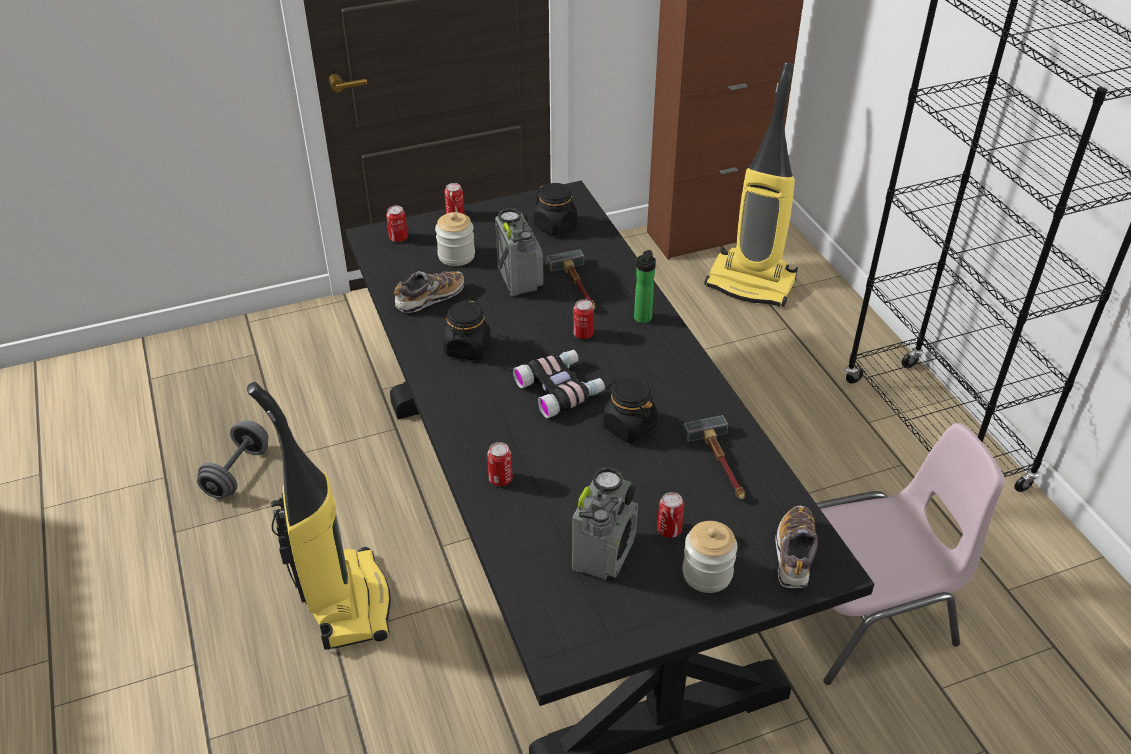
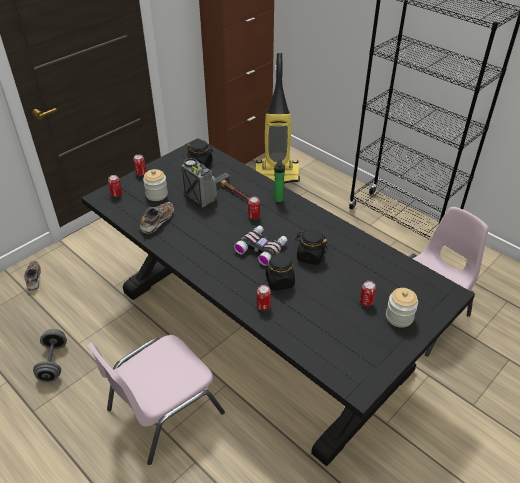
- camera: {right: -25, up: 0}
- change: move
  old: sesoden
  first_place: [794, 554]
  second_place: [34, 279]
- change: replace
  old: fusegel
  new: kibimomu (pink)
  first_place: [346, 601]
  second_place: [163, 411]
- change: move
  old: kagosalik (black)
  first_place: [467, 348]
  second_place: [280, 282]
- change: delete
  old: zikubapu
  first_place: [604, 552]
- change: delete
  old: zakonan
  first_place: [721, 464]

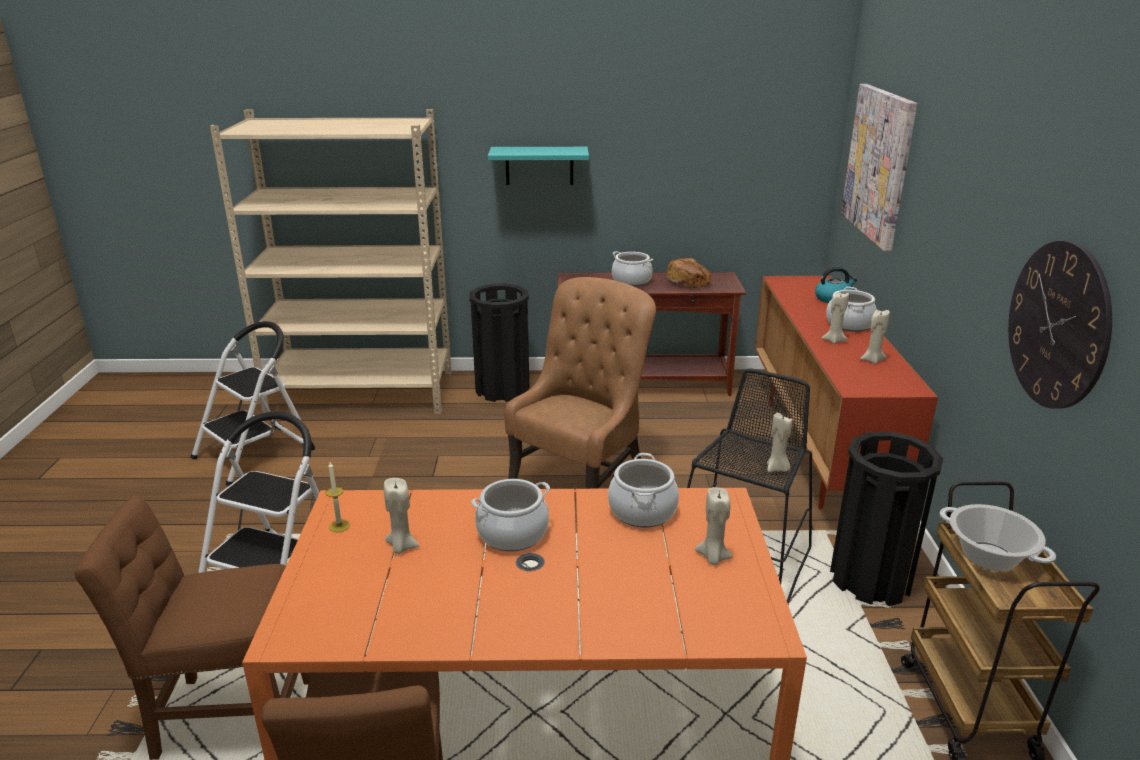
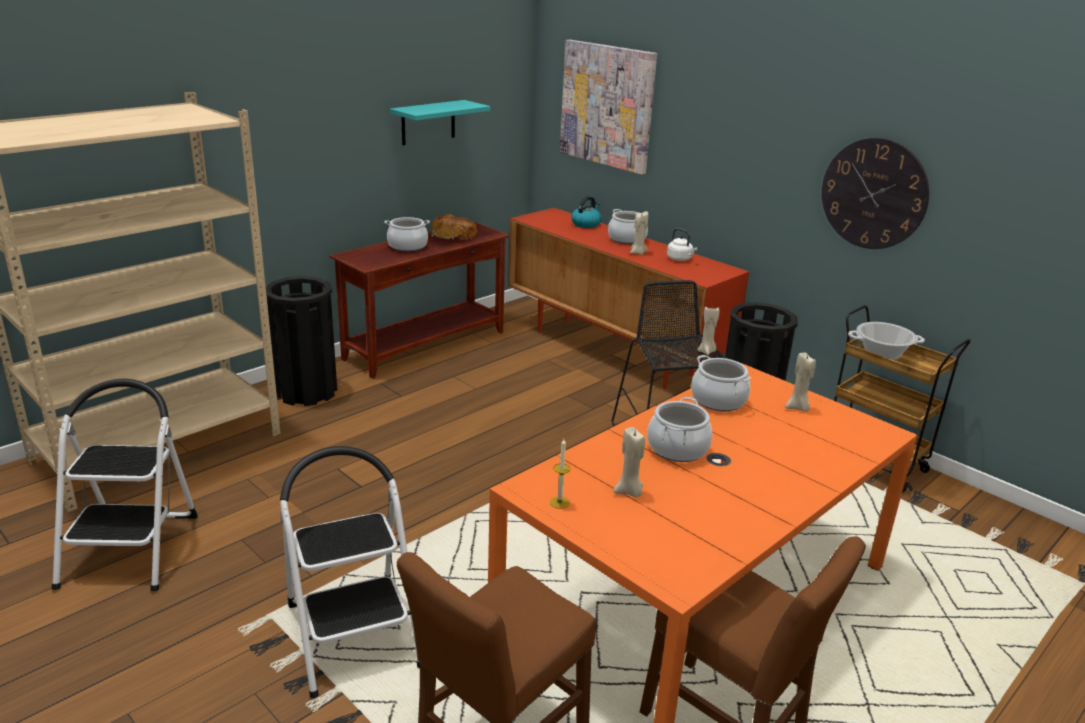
- camera: {right: -45, up: 0}
- change: move
  old: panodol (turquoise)
  first_place: [539, 165]
  second_place: [428, 122]
- change: replace
  old: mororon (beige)
  new: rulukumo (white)
  first_place: [872, 360]
  second_place: [680, 259]
- change: delete
  old: kibimomu (brown)
  first_place: [581, 479]

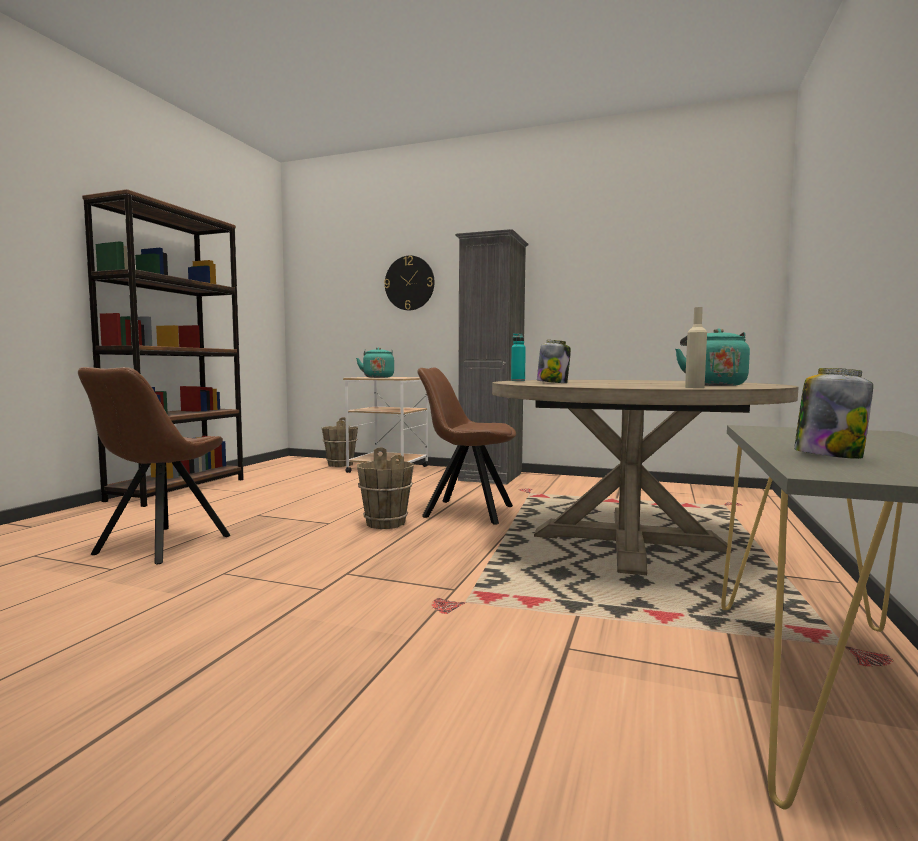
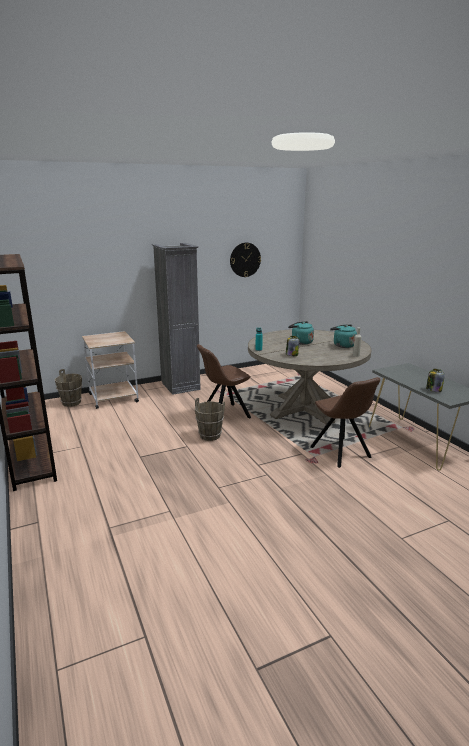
- camera: {right: -45, up: 15}
- change: move
  old: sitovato
  first_place: [409, 283]
  second_place: [245, 259]
- change: move
  old: rulukumo (turquoise)
  first_place: [378, 377]
  second_place: [300, 342]
- change: move
  old: kibimomu (brown)
  first_place: [162, 545]
  second_place: [340, 452]

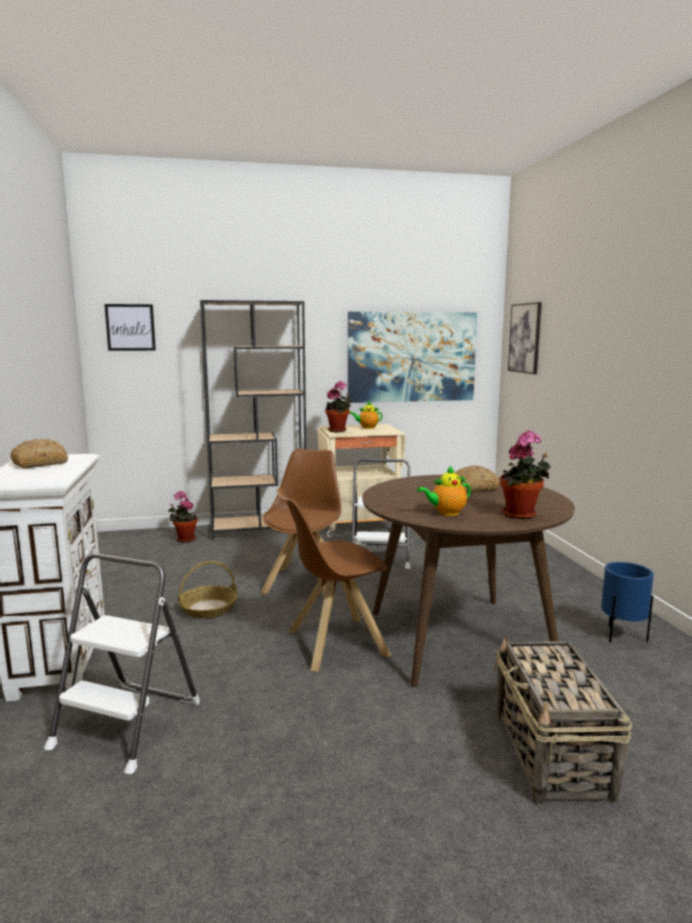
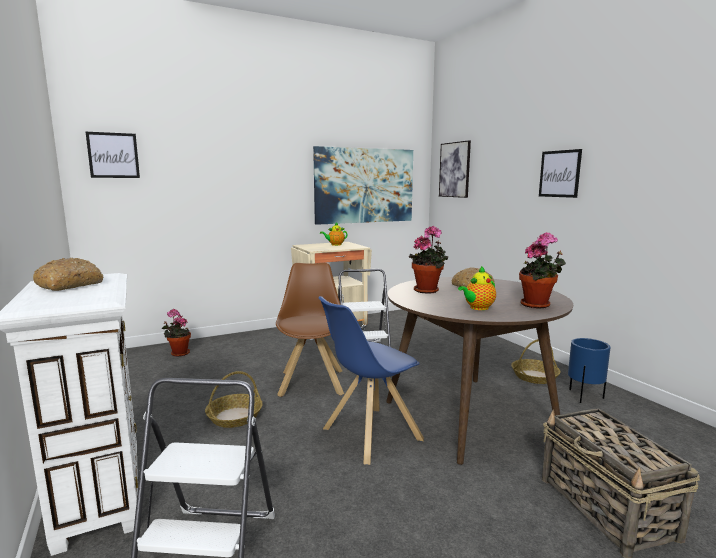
- camera: {right: -15, up: 0}
- change: recolor
  old: kibimomu (brown)
  new: kibimomu (blue)
  first_place: [334, 643]
  second_place: [369, 435]
- change: move
  old: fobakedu
  first_place: [338, 430]
  second_place: [428, 290]
- change: insert
  new: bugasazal
  second_place: [534, 377]
- change: insert
  new: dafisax
  second_place: [559, 174]
- change: delete
  old: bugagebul
  first_place: [259, 529]

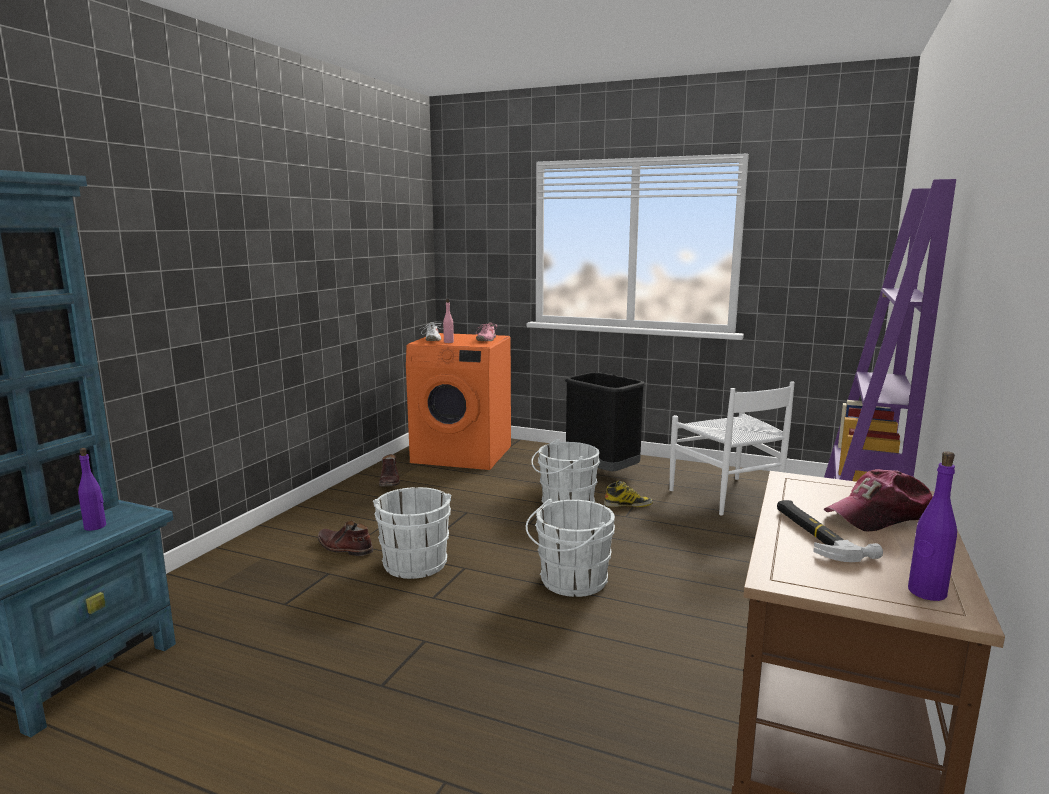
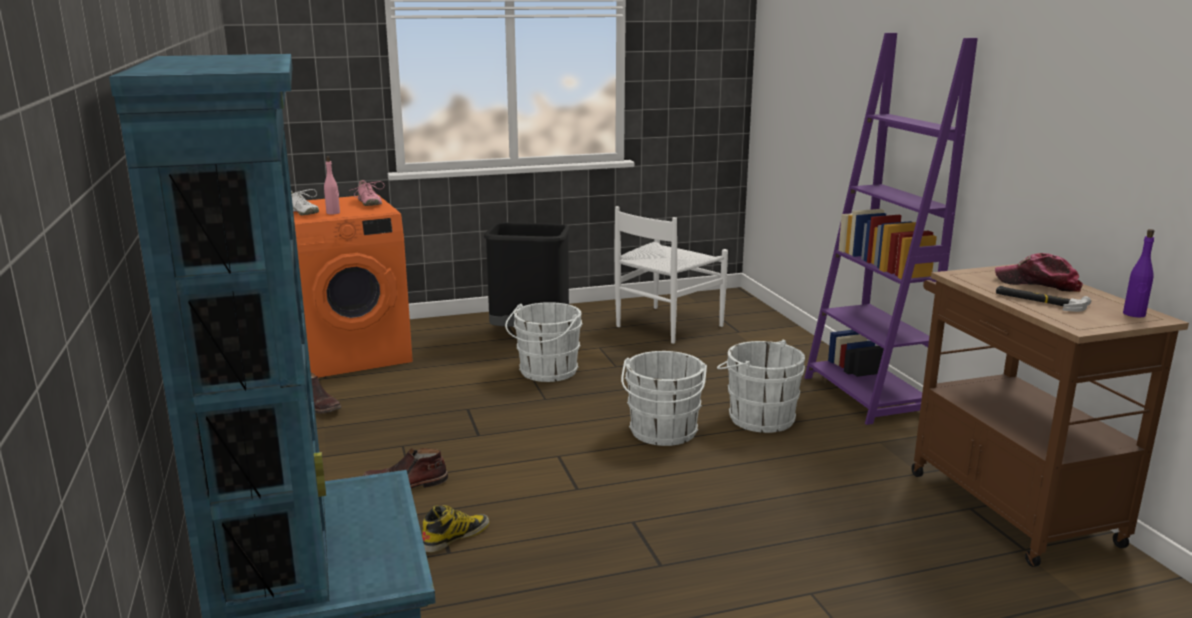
- camera: {right: -40, up: 5}
- change: move
  old: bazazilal
  first_place: [628, 504]
  second_place: [455, 536]
- change: rotate
  old: kibimomu (white)
  first_place: [727, 497]
  second_place: [666, 326]
  degrees: 105
- change: move
  old: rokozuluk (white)
  first_place: [415, 561]
  second_place: [757, 417]
- change: rotate
  old: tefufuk
  first_place: [880, 516]
  second_place: [1038, 283]
  degrees: 90
- change: delete
  old: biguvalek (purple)
  first_place: [95, 526]

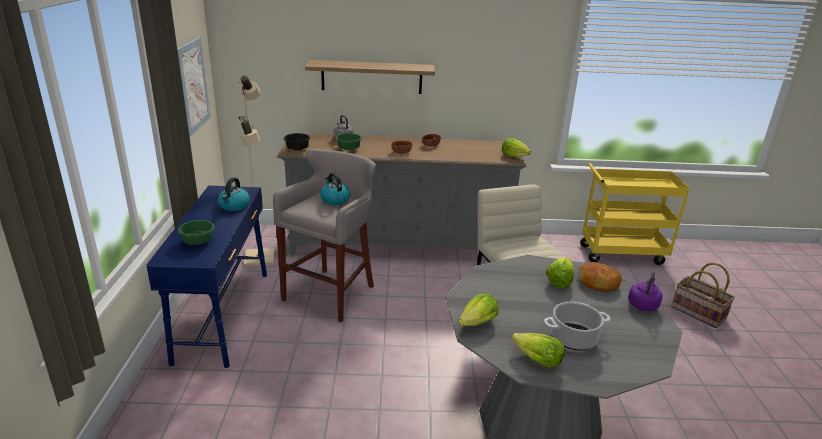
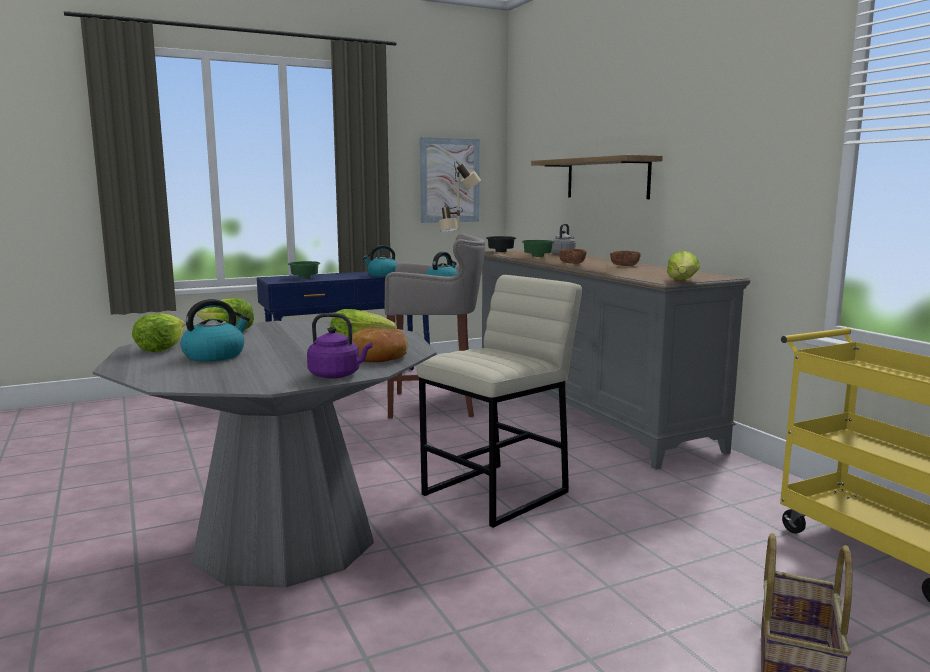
- camera: {right: 65, up: -15}
- change: replace
  old: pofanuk
  new: rulukumo
  first_place: [573, 339]
  second_place: [215, 355]

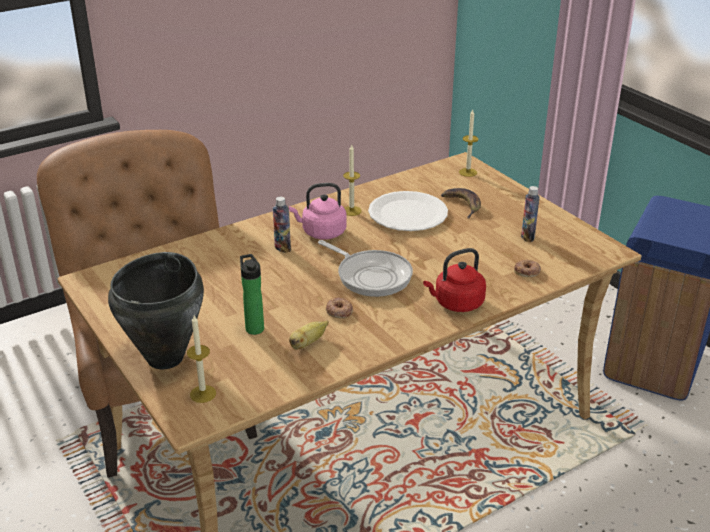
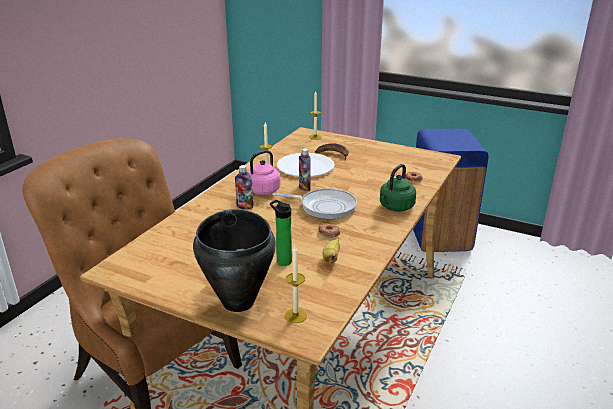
- camera: {right: -30, up: -5}
- change: move
  old: biguvalek
  first_place: [527, 236]
  second_place: [304, 188]
- change: recolor
  old: rulukumo (red)
  new: rulukumo (green)
  first_place: [456, 303]
  second_place: [395, 207]

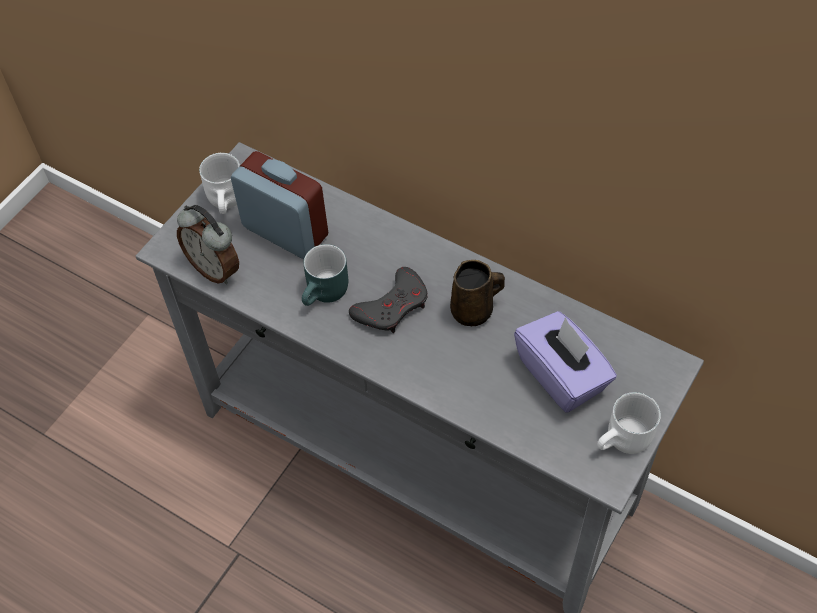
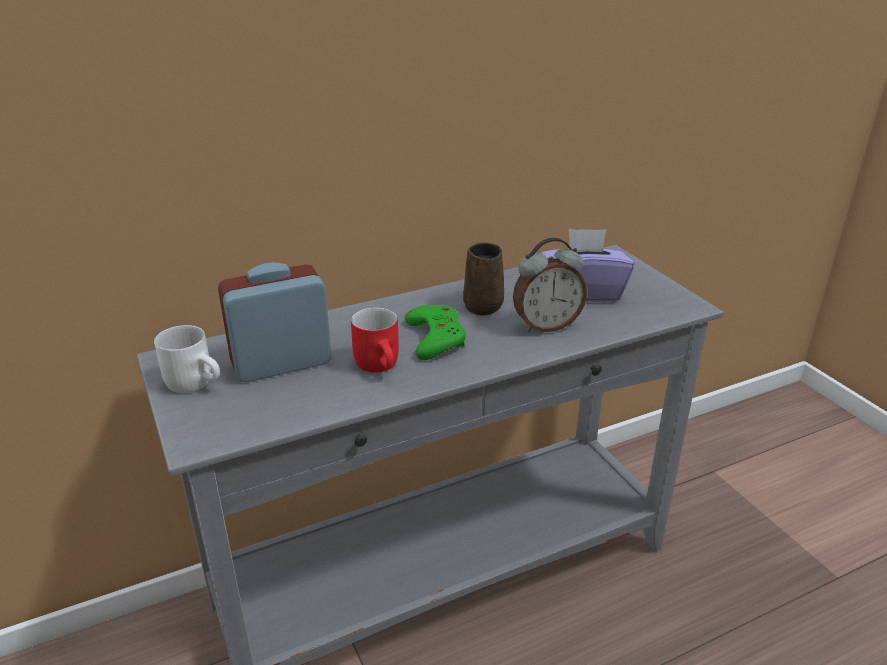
- camera: {right: -60, up: -25}
- change: recolor
  old: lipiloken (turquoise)
  new: lipiloken (red)
  first_place: [327, 294]
  second_place: [382, 365]
- change: recolor
  old: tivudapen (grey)
  new: tivudapen (green)
  first_place: [392, 306]
  second_place: [435, 338]
- change: move
  old: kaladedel
  first_place: [215, 268]
  second_place: [546, 325]
- change: delete
  old: lipiloken (white)
  first_place: [625, 442]

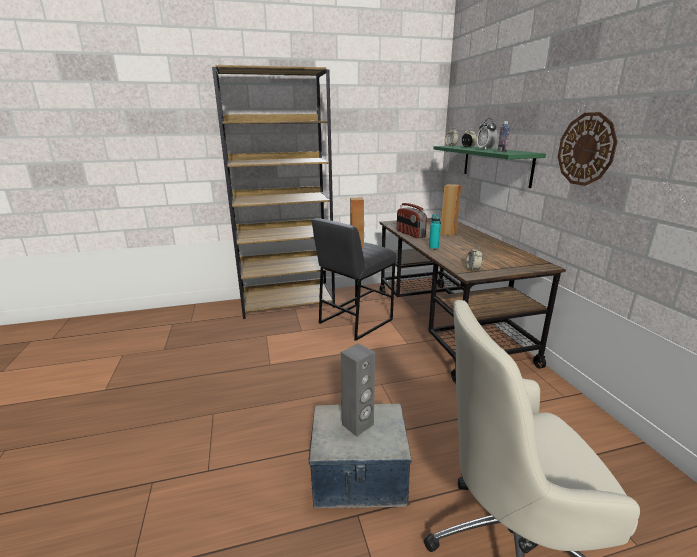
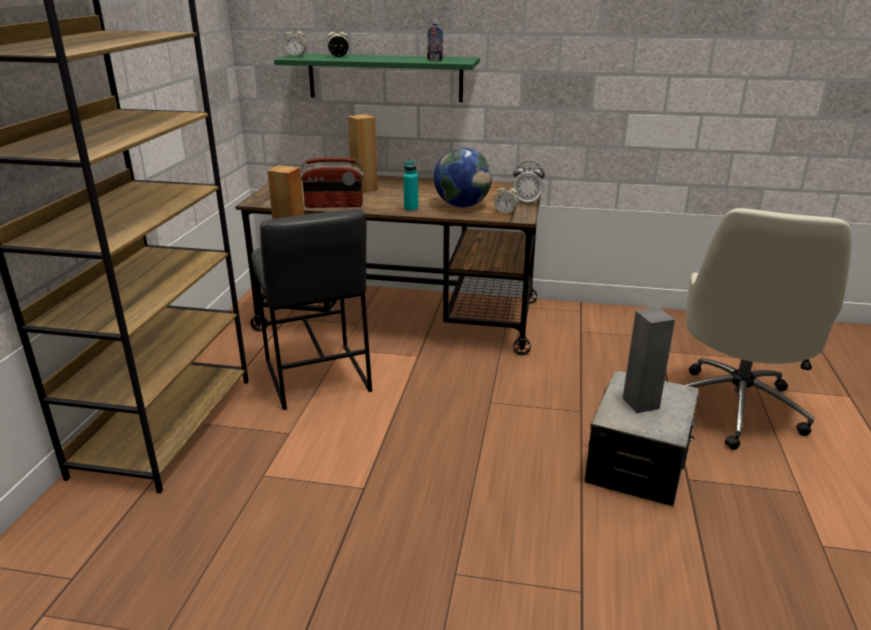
- camera: {right: -65, up: 5}
- change: insert
  new: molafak
  second_place: [462, 205]
- change: move
  old: kaladedel
  first_place: [485, 149]
  second_place: [527, 202]
- change: delete
  old: sitovato
  first_place: [586, 149]

